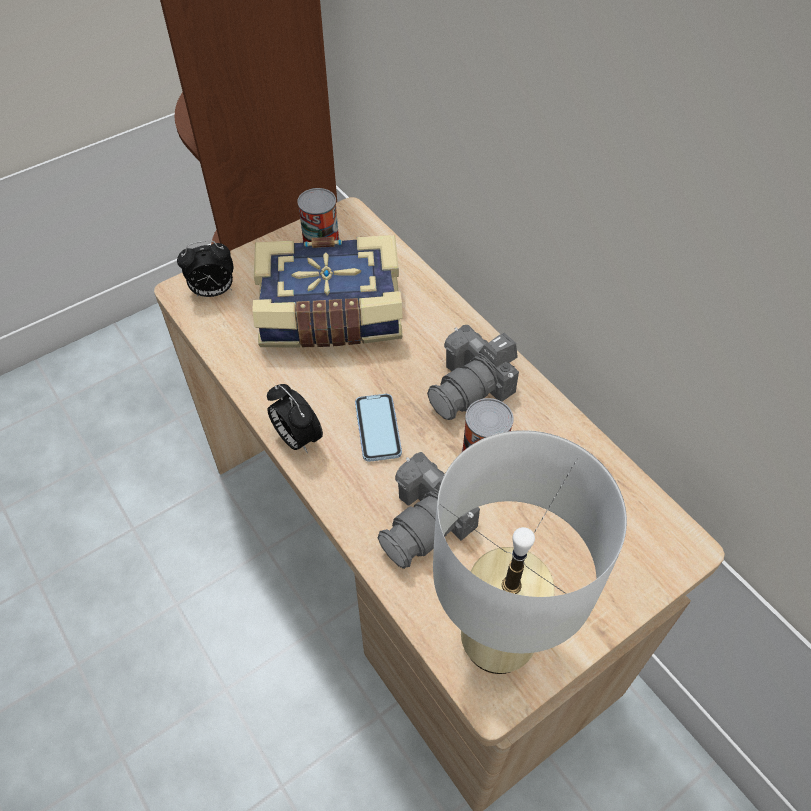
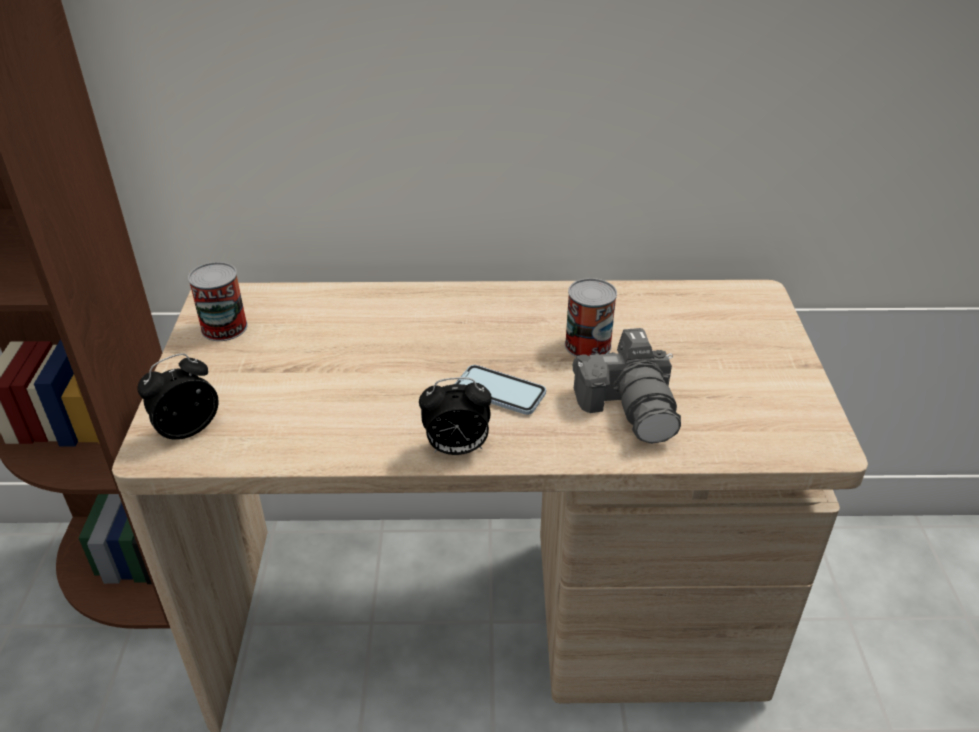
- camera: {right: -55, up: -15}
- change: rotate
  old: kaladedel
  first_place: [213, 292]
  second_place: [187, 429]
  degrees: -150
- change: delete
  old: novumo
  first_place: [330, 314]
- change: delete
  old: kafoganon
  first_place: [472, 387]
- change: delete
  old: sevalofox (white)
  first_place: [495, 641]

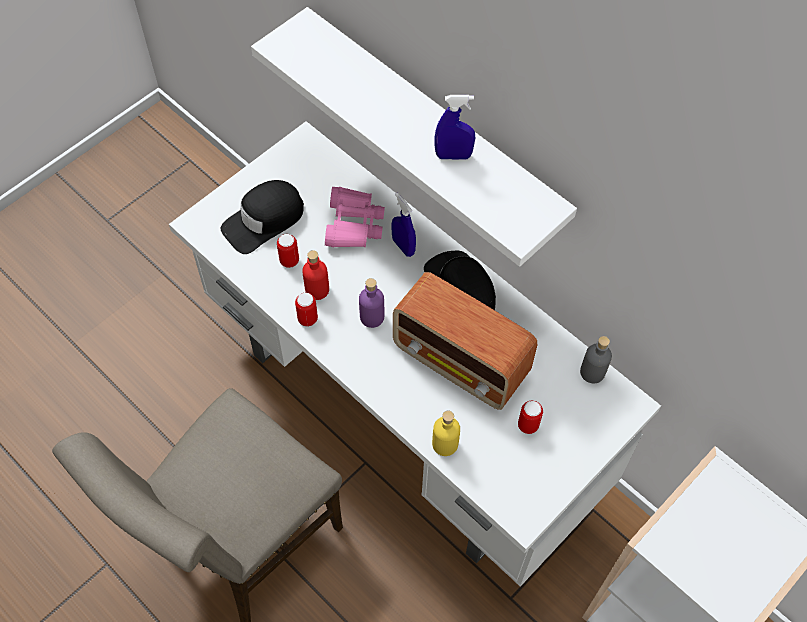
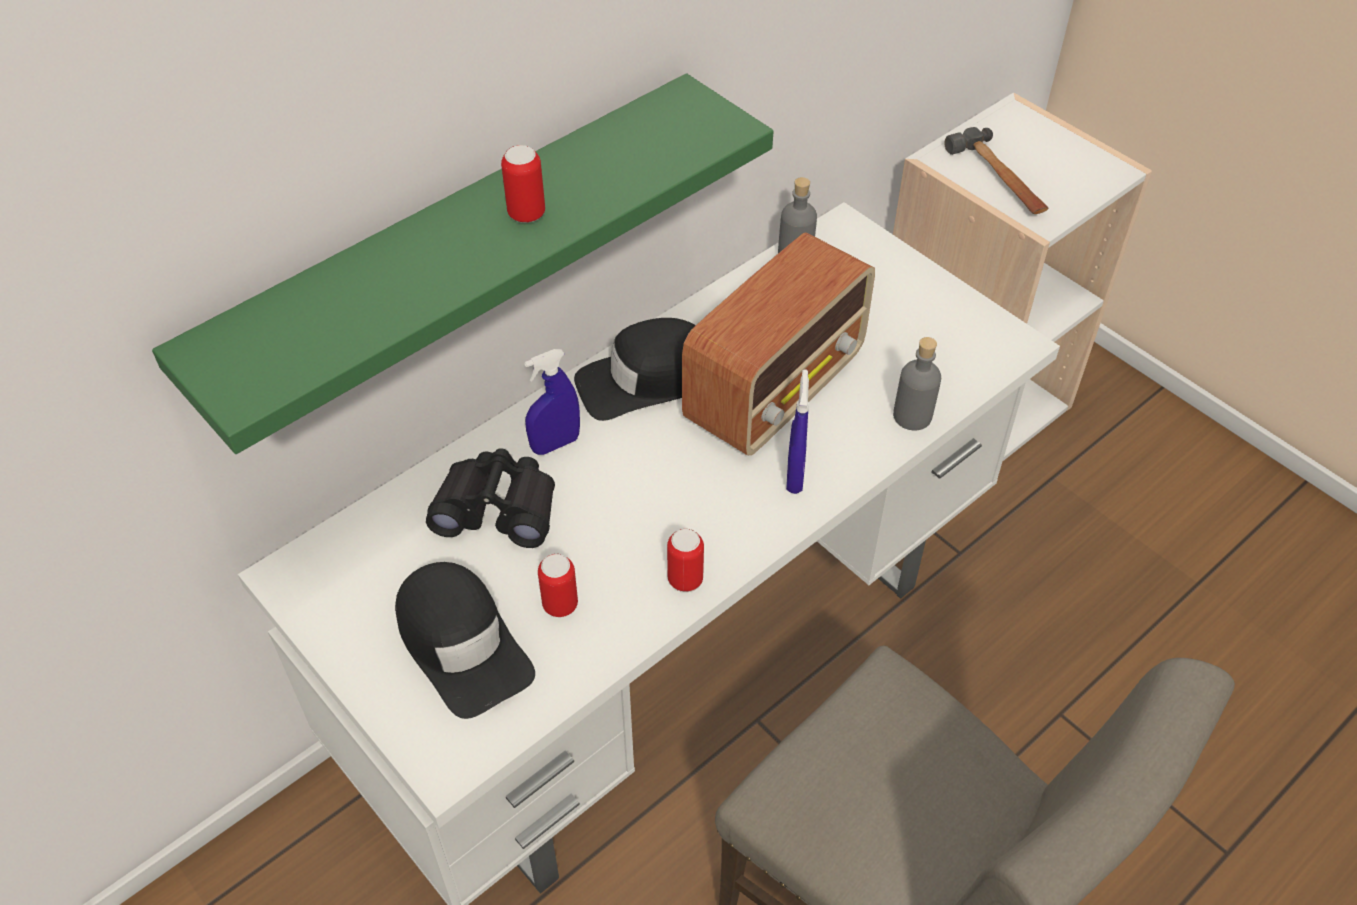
- camera: {right: -85, up: -10}
- change: recolor
  old: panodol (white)
  new: panodol (green)
  first_place: [432, 128]
  second_place: [455, 251]
- change: recolor
  old: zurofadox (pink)
  new: zurofadox (black)
  first_place: [353, 224]
  second_place: [498, 508]
- change: move
  old: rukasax
  first_place: [528, 425]
  second_place: [526, 214]
- change: move
  old: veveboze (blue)
  first_place: [453, 156]
  second_place: [794, 476]
- change: recolor
  old: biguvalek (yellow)
  new: biguvalek (grey)
  first_place: [445, 444]
  second_place: [912, 416]
- change: insert
  new: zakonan
  second_place: [998, 179]
- change: delete
  old: biguvalek (red)
  first_place: [317, 290]
- change: delete
  old: biguvalek (purple)
  first_place: [372, 317]

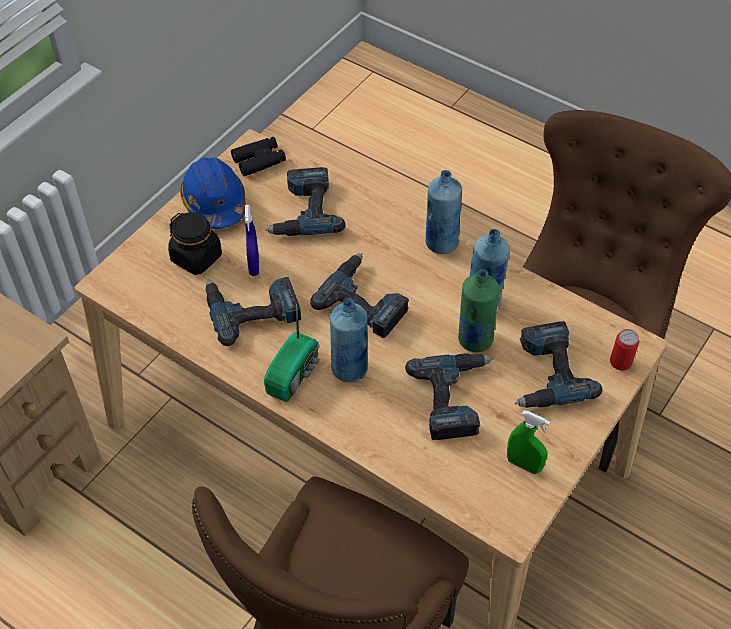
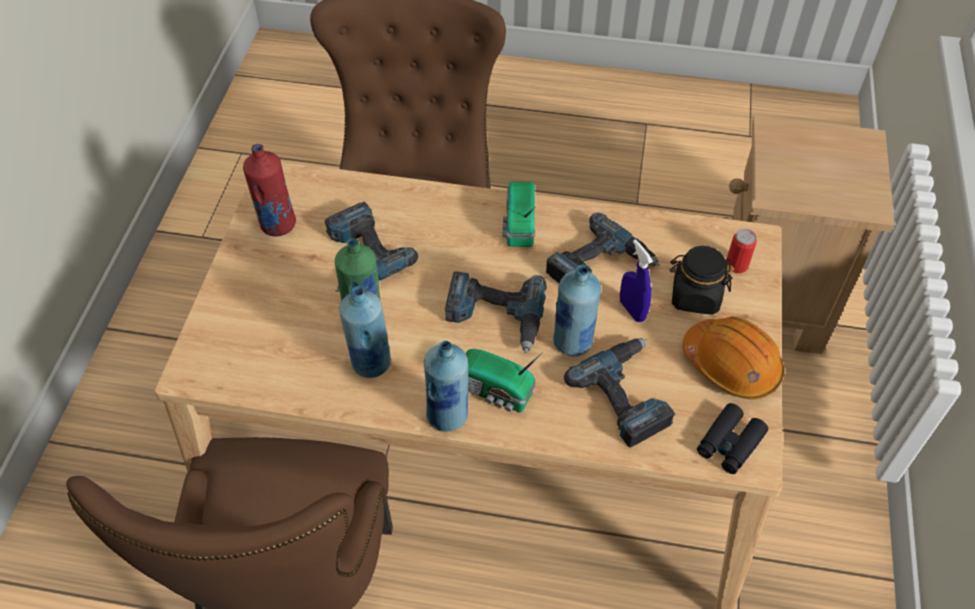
- camera: {right: 155, up: 0}
- change: replace
  old: veveboze (green)
  new: biguvalek (red)
  first_place: [523, 464]
  second_place: [277, 225]
- change: insert
  new: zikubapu
  second_place: [496, 392]
- change: move
  old: biguvalek (blue)
  first_place: [349, 368]
  second_place: [572, 343]
- change: recolor
  old: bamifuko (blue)
  new: bamifuko (orange)
  first_place: [214, 203]
  second_place: [731, 365]
- change: move
  old: rukasax
  first_place: [620, 362]
  second_place: [736, 265]
- change: delete
  old: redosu
  first_place: [546, 373]

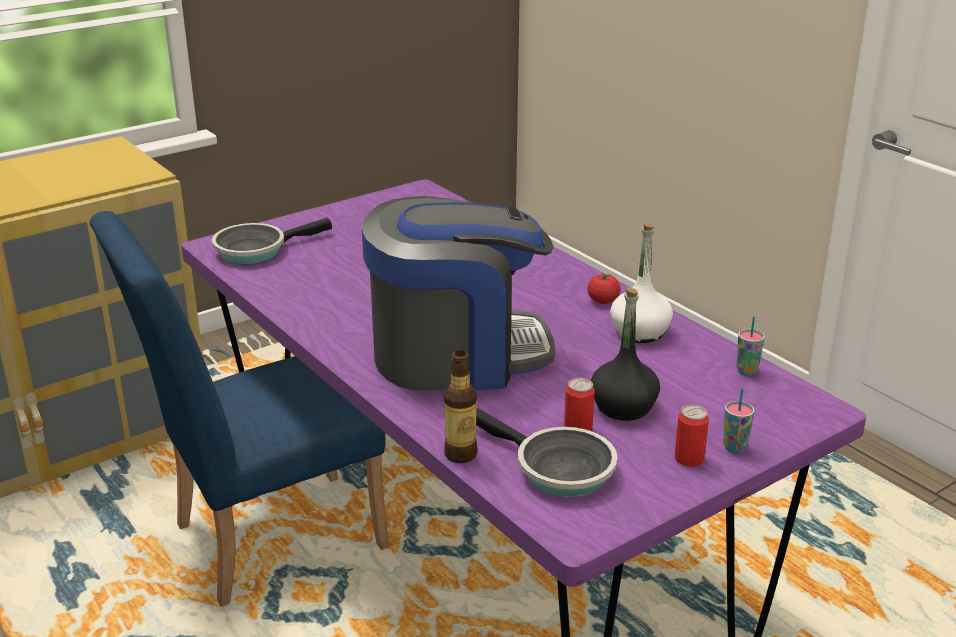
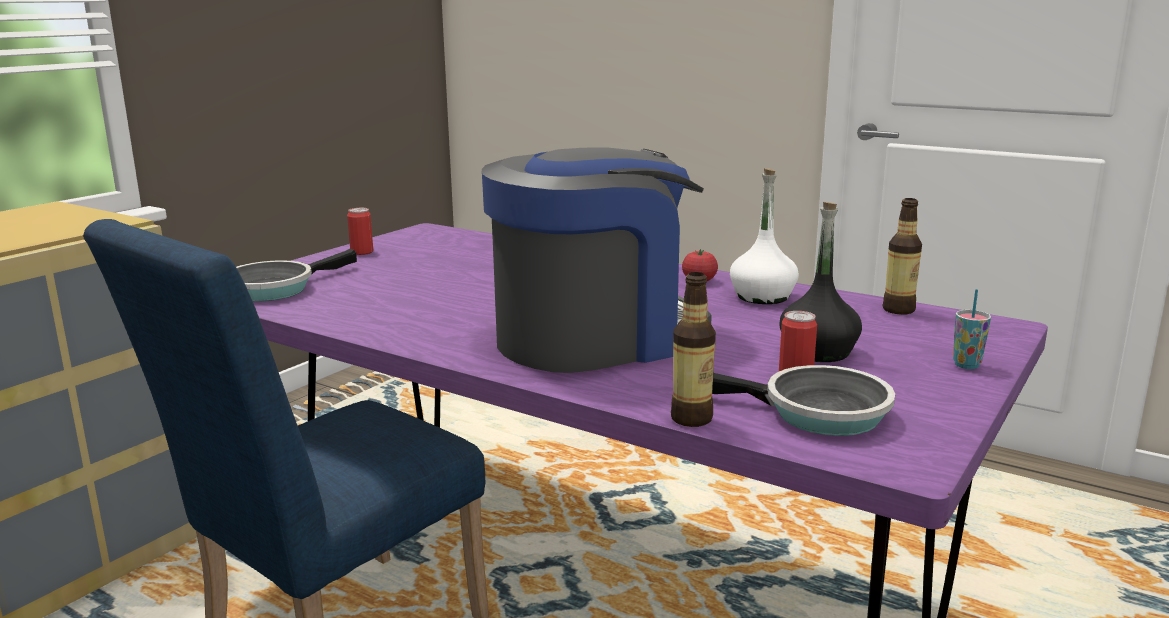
- camera: {right: -20, up: -10}
- change: move
  old: rukasax
  first_place: [689, 459]
  second_place: [362, 252]
- change: replace
  old: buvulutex
  new: biguvalek
  first_place: [746, 371]
  second_place: [898, 310]

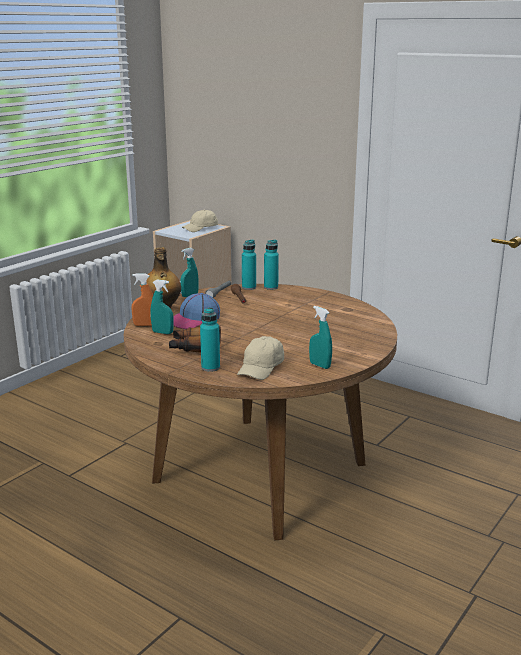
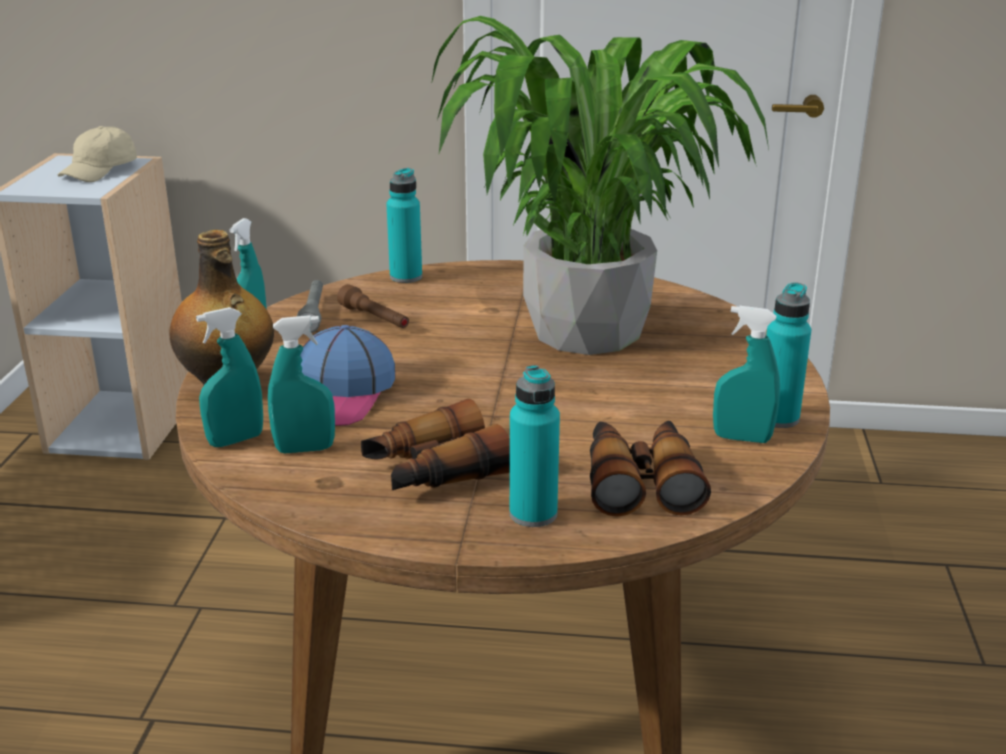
- camera: {right: -30, up: 5}
- change: recolor
  old: veveboze (orange)
  new: veveboze (turquoise)
  first_place: [144, 325]
  second_place: [235, 440]
- change: insert
  new: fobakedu
  second_place: [589, 332]
- change: replace
  old: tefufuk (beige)
  new: zurofadox
  first_place: [261, 368]
  second_place: [640, 481]
- change: move
  old: biguvalek (turquoise)
  first_place: [249, 287]
  second_place: [778, 418]

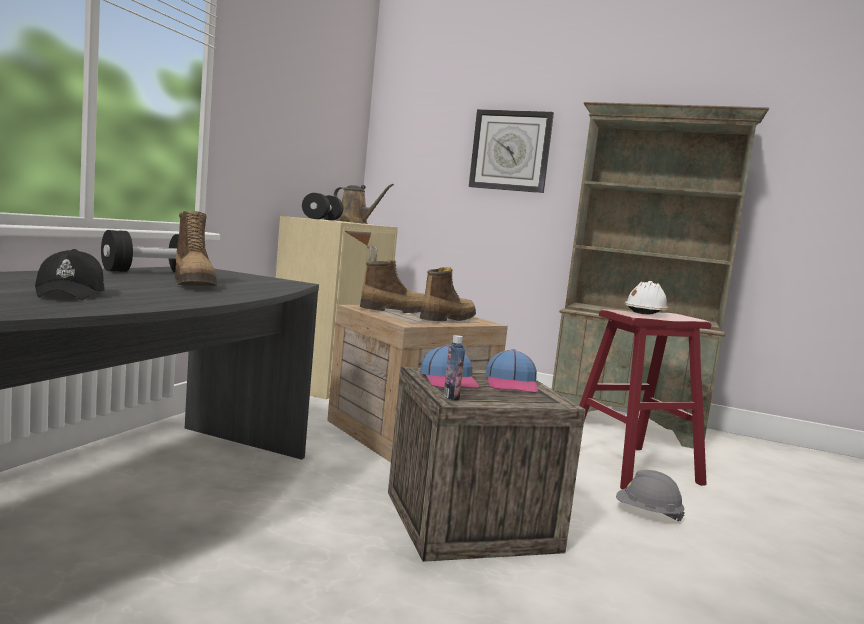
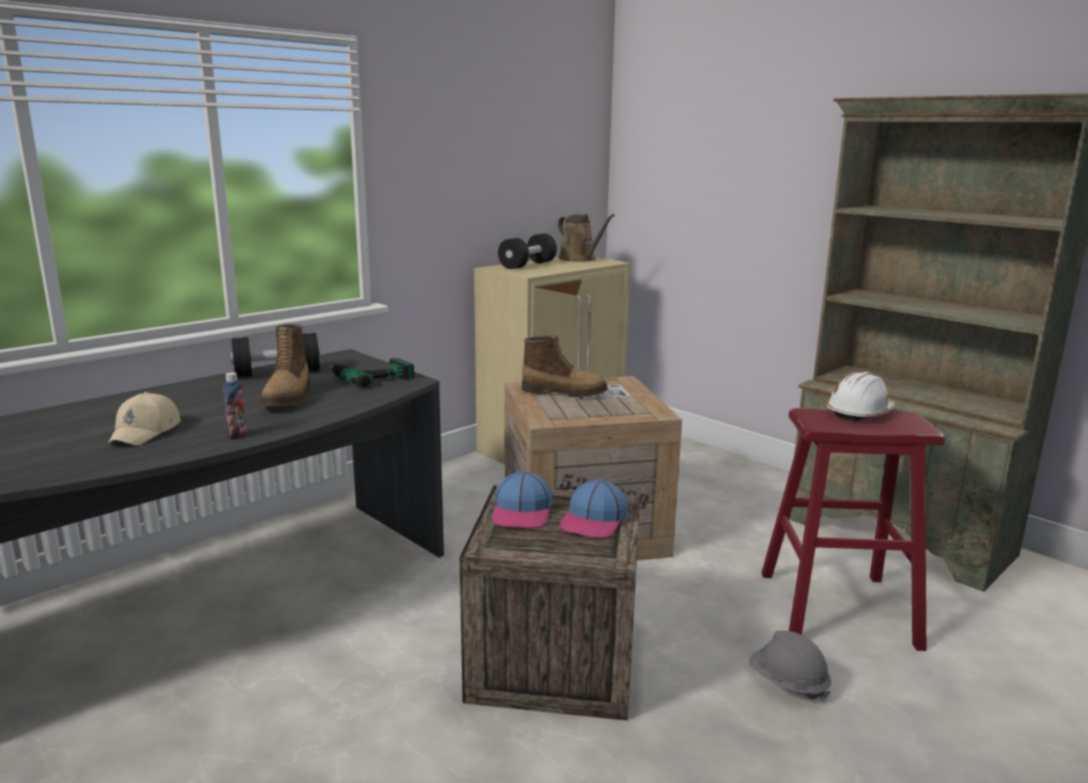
- camera: {right: 25, up: 10}
- change: recolor
  old: tefufuk (black)
  new: tefufuk (beige)
  first_place: [71, 293]
  second_place: [146, 432]
- change: move
  old: biguvalek
  first_place: [451, 397]
  second_place: [237, 435]
- change: insert
  new: redosu
  second_place: [367, 376]
- change: delete
  old: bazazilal
  first_place: [447, 319]
- change: delete
  old: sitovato
  first_place: [510, 151]

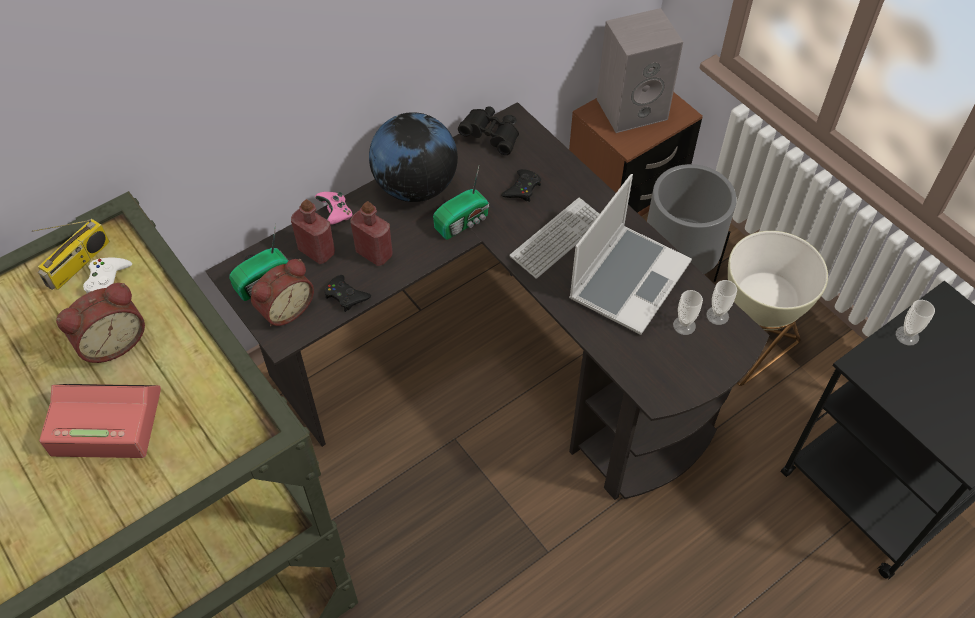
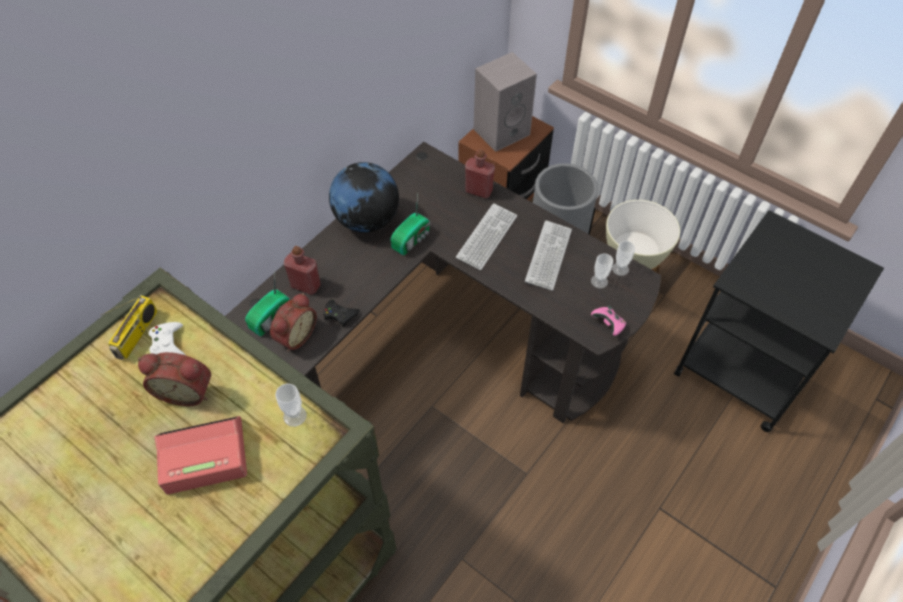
- camera: {right: -15, up: 0}
- change: rotate
  old: kaladedel
  first_place: [112, 341]
  second_place: [187, 390]
  degrees: 60
- change: move
  old: buvulutex
  first_place: [907, 335]
  second_place: [295, 416]
- change: move
  old: biguvalek (red)
  first_place: [374, 253]
  second_place: [479, 191]
- change: replace
  old: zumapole
  new: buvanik
  first_place: [628, 279]
  second_place: [548, 256]
- change: move
  old: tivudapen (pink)
  first_place: [336, 214]
  second_place: [608, 325]
- change: delete
  old: zurofadox (black)
  first_place: [491, 137]
- change: delete
  old: tivudapen (black)
  first_place: [522, 189]

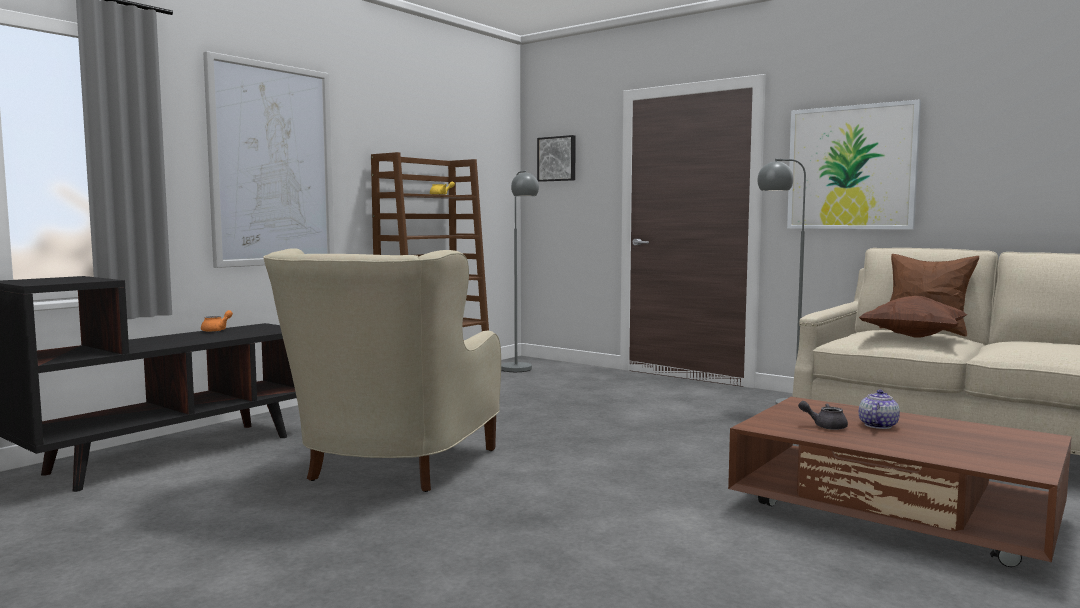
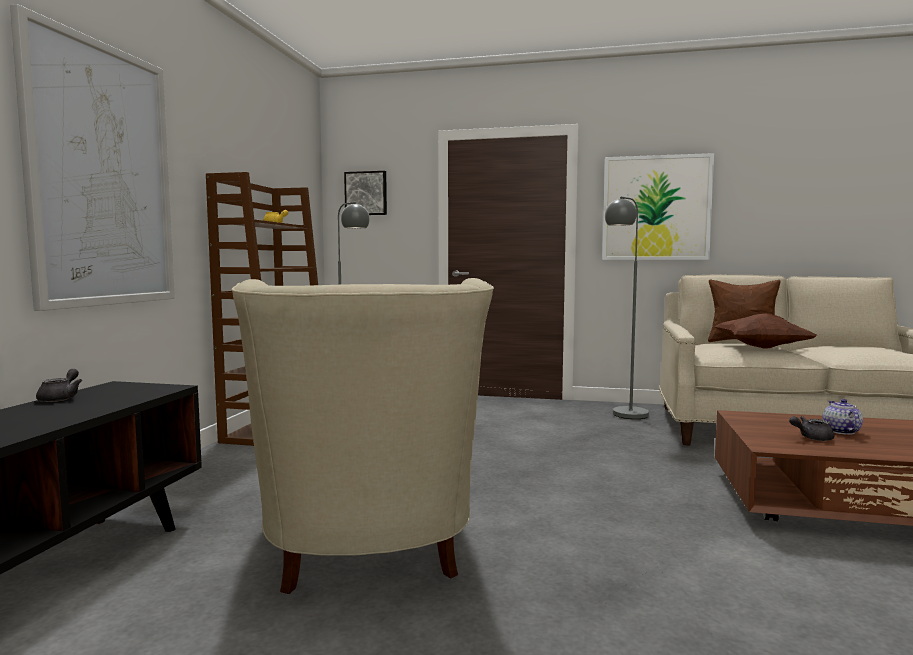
- camera: {right: -25, up: 0}
- change: recolor
  old: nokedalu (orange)
  new: nokedalu (grey)
  first_place: [217, 330]
  second_place: [61, 398]

